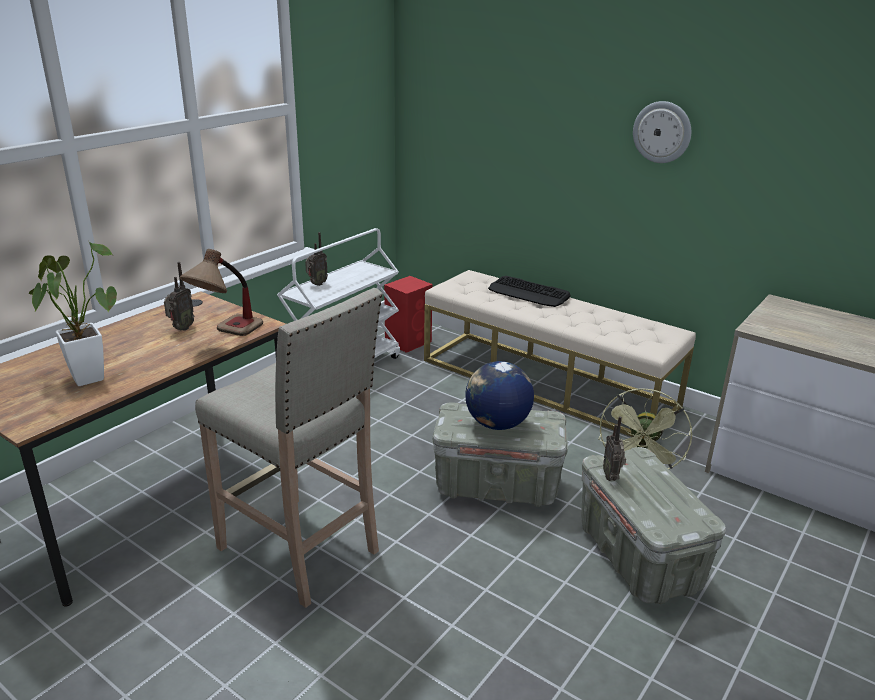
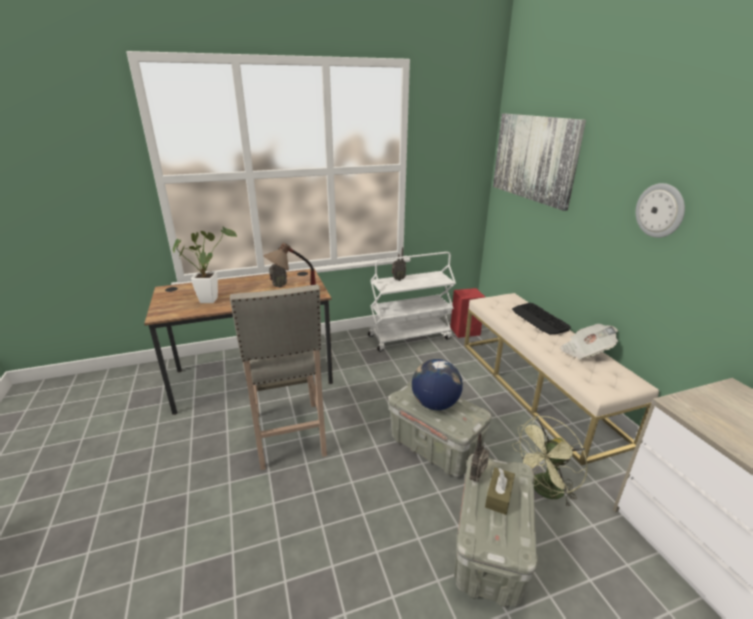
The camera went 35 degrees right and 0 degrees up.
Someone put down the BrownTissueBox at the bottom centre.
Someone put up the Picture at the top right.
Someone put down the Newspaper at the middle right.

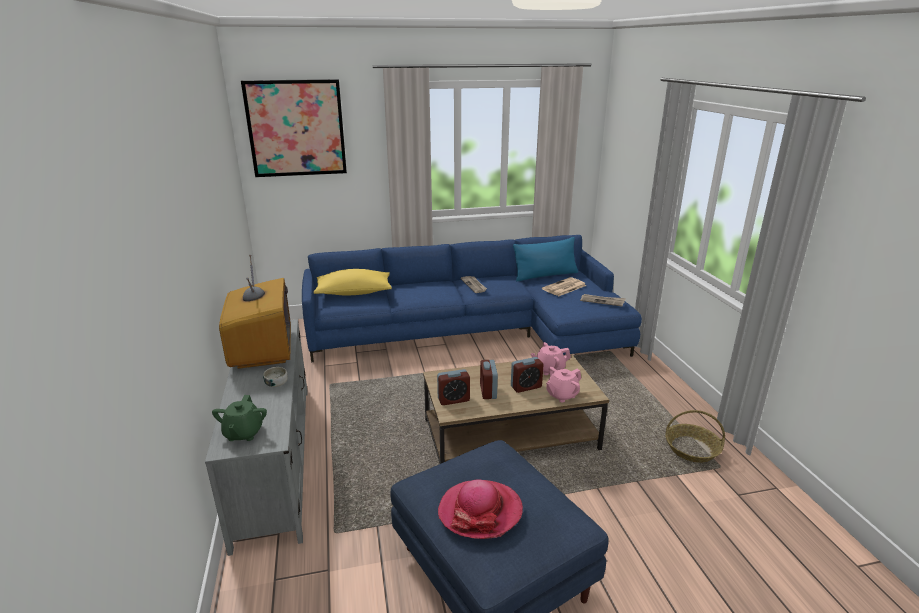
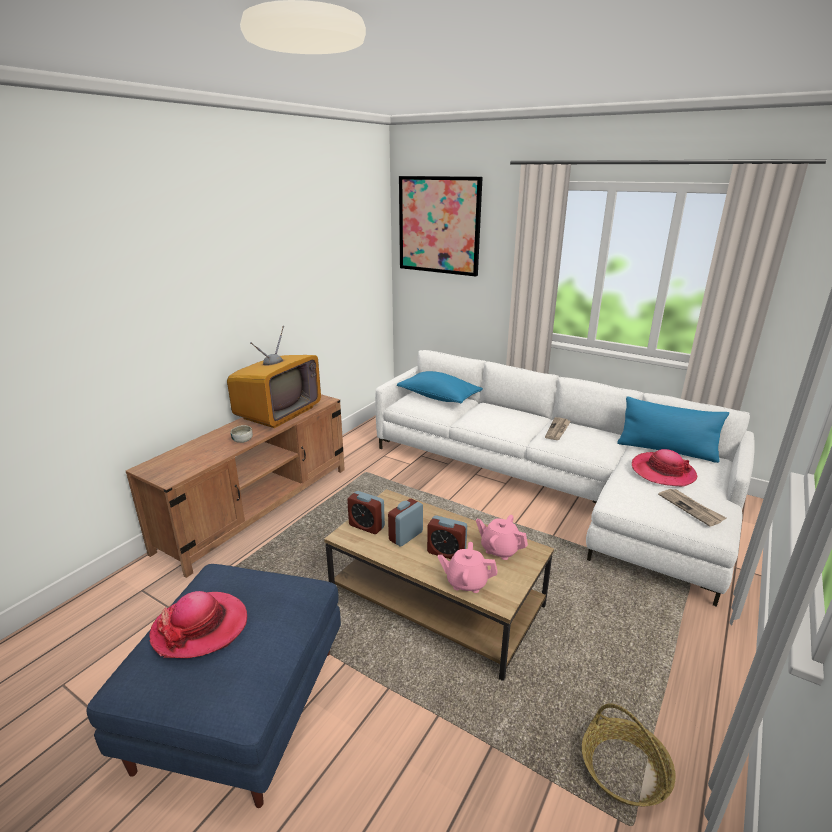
The camera went 45 degrees right and 0 degrees up.
Someone took away the GreenTeapot at the bottom left.
Someone swapped the Newspaper (2nd from left) at the centre for the Hat (2nd from left) at the middle right.
Someone repainted the GreyTvStand at the bottom left, which became the BrownTvStand at the middle left.
Someone repainted the BlueSofa at the centre, which became the WhiteSofa at the middle right.
Someone repainted the YellowPillow at the centre, which became the BluePillow (1st from left) at the centre.

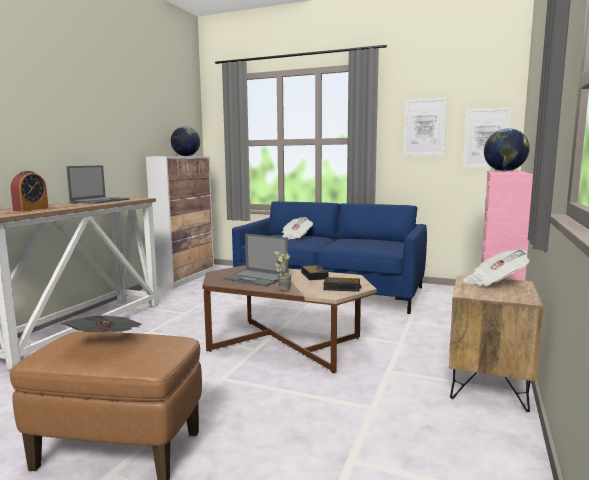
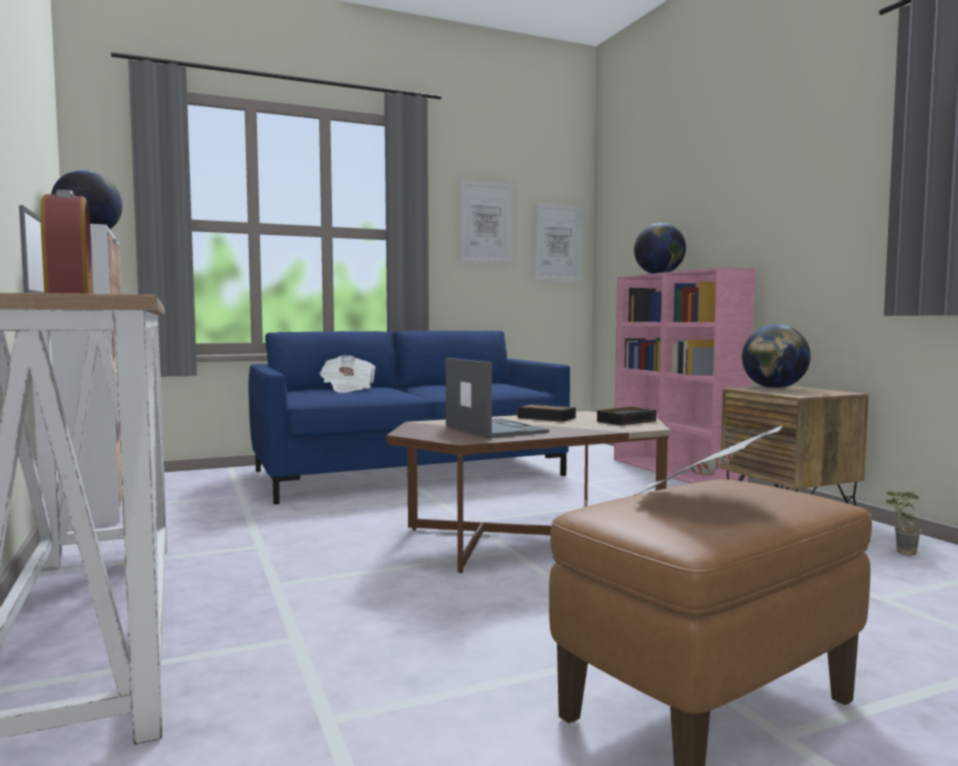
The camera went 45 degrees left and 5 degrees down.
Someone carried the PottedPlant from the centre to the bottom right.
Someone swapped the Newspaper (3rd from left) at the middle right for the Globe (3rd from left) at the middle right.
Someone rotated the Laptop (2nd from left) at the centre by 105 degrees counterclockwise.

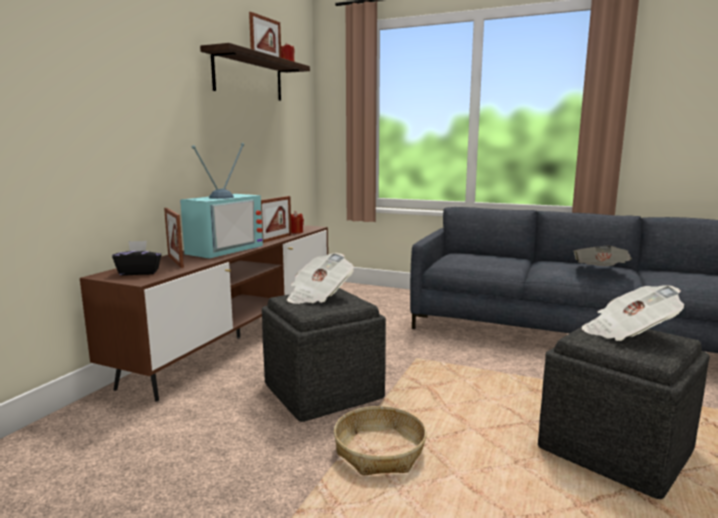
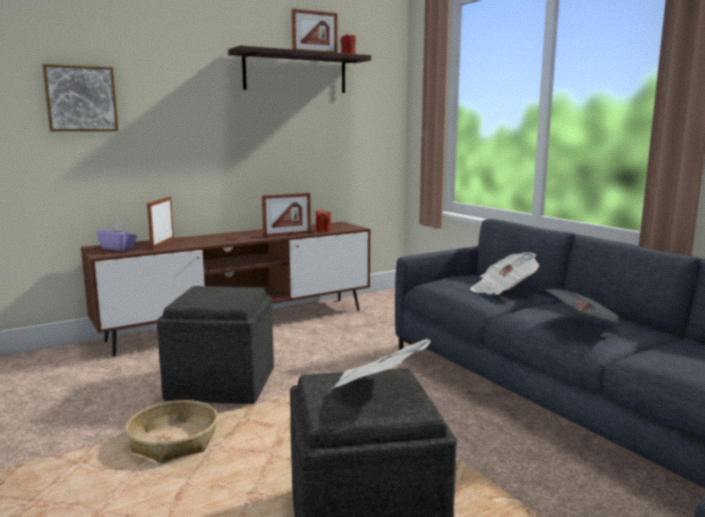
The camera went 35 degrees right and 0 degrees up.
Someone took away the Television at the middle left.
Someone put up the Picture at the top left.
Someone carried the Newspaper (1st from left in the first image) from the centre to the middle right.
Someone repainted the BlackTissueBox at the middle left, which became the PurpleTissueBox at the middle left.

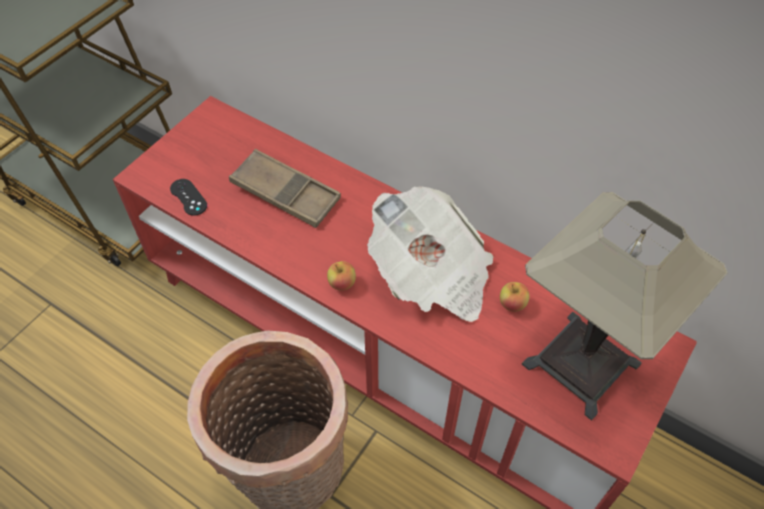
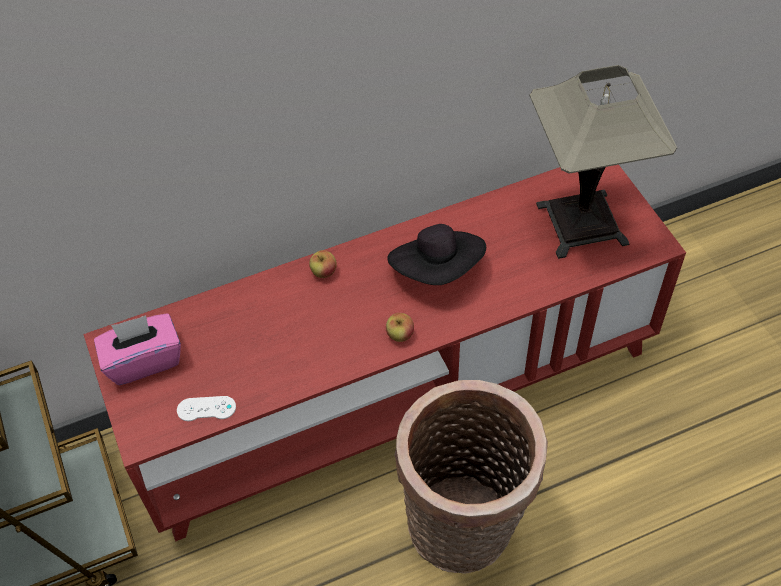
The camera went 55 degrees left and 0 degrees up.
Someone took away the BrownTray at the centre.
Someone put down the PinkTissueBox at the middle left.
Someone carried the Apple (2nd from left in the first image) from the middle right to the centre.
Someone swapped the Newspaper at the centre for the BlackHat at the centre.
Someone repainted the BlackGameController at the middle left, which became the WhiteGameController at the bottom left.

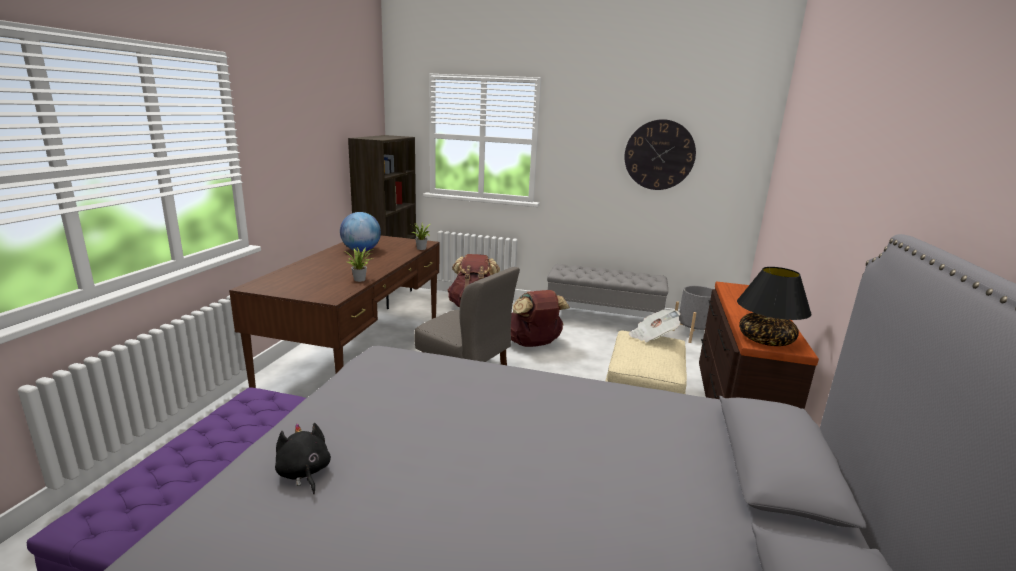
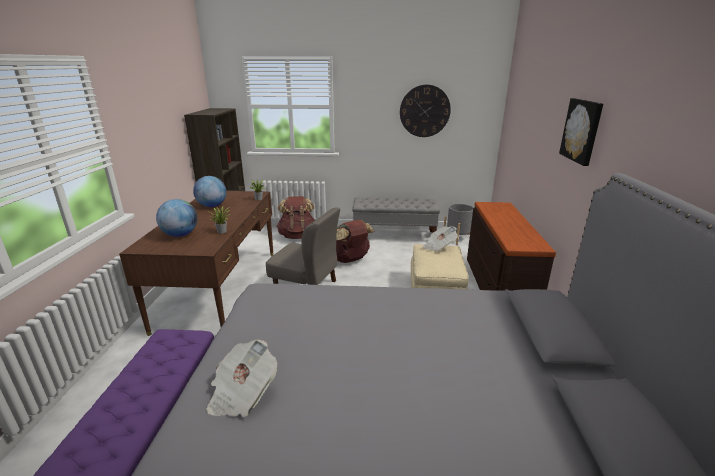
The camera went 10 degrees left and 5 degrees up.
Someone took away the BlackTableLamp at the middle right.
Someone put down the Globe (1st from left) at the middle left.
Someone put up the Picture at the top right.
Someone swapped the BlackPlushToy at the bottom left for the Newspaper (1st from left) at the bottom centre.

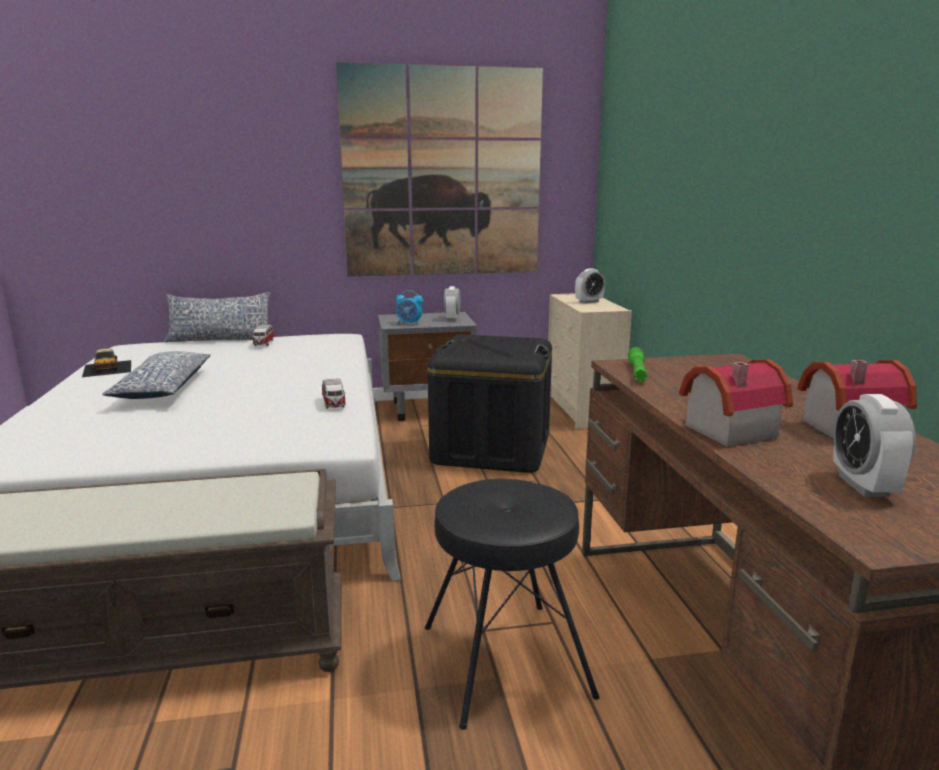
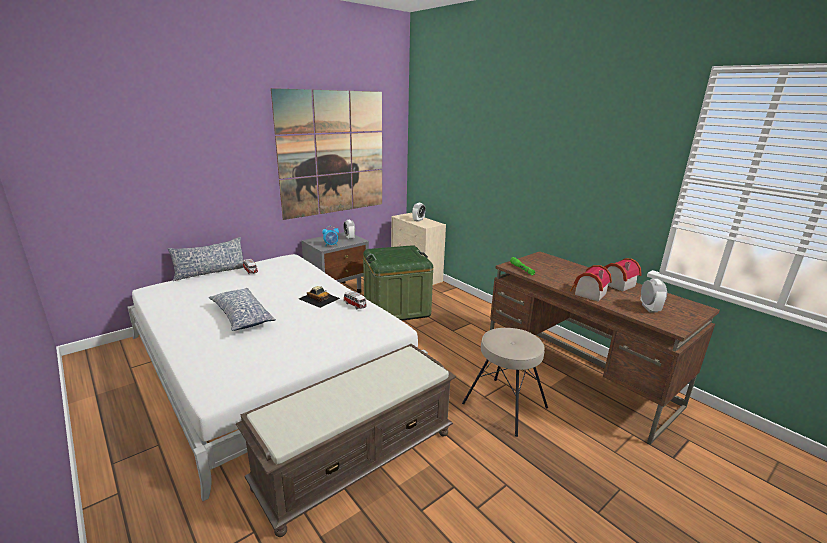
The camera went 30 degrees left and 5 degrees up.
Someone carried the ToyCar (1st from left in the first image) from the middle left to the centre.
Someone repainted the BlackStool at the bottom centre, which became the BeigeStool at the bottom centre.
Someone repainted the BlackStorageBox at the centre, which became the GreenStorageBox at the centre.
Someone rotated the AlarmClock (4th from left) at the middle right by 150 degrees counterclockwise.

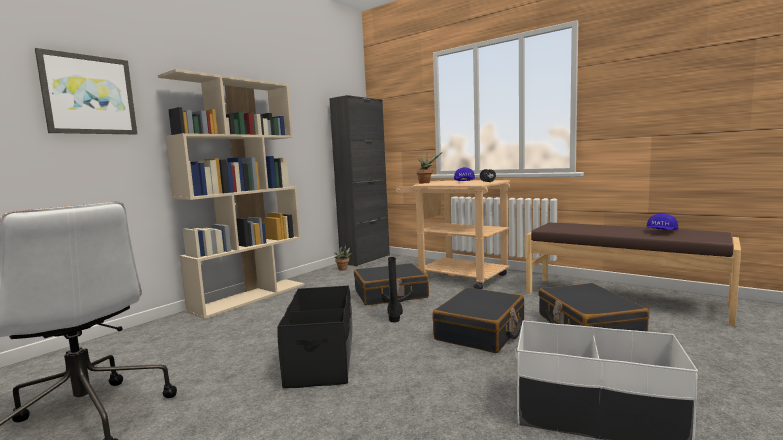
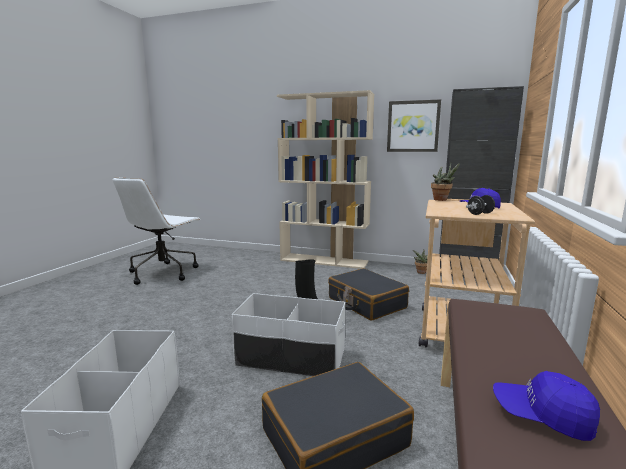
The camera went 70 degrees right and 5 degrees up.
Someone took away the BlackStorageBox at the bottom centre.
Someone carried the Picture from the top left to the top centre.
Someone swapped the BlackSuitcase (2nd from left) at the bottom centre for the WhiteStorageBox (2nd from left) at the bottom centre.

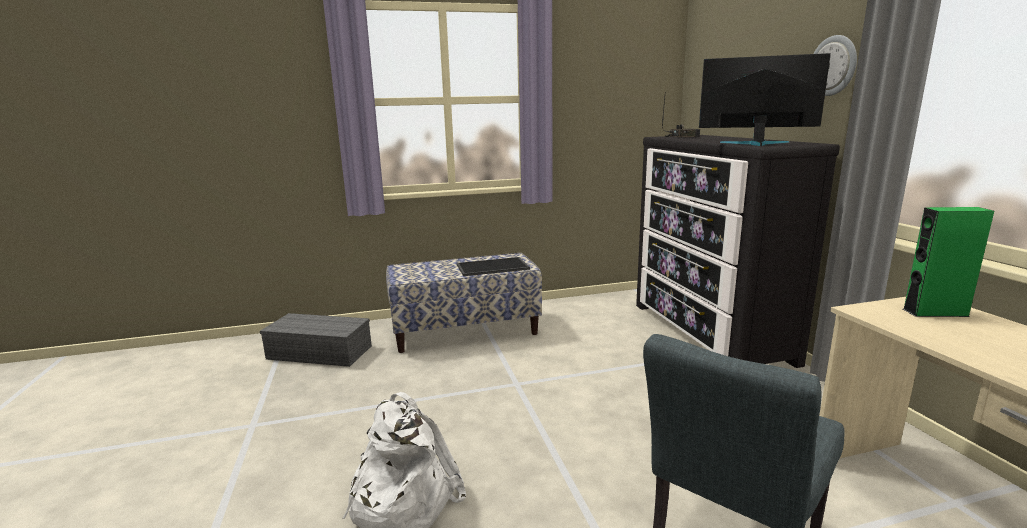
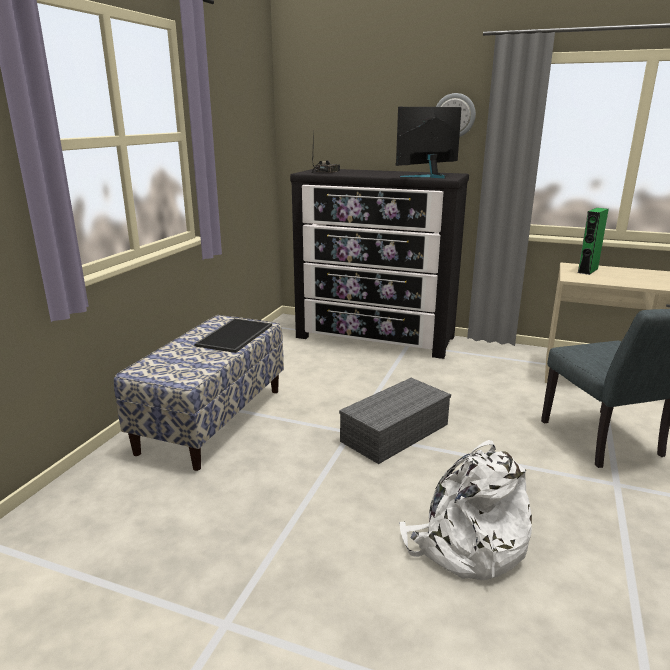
The camera went 55 degrees left and 5 degrees up.
Someone carried the GreyStorageBox from the middle left to the centre.

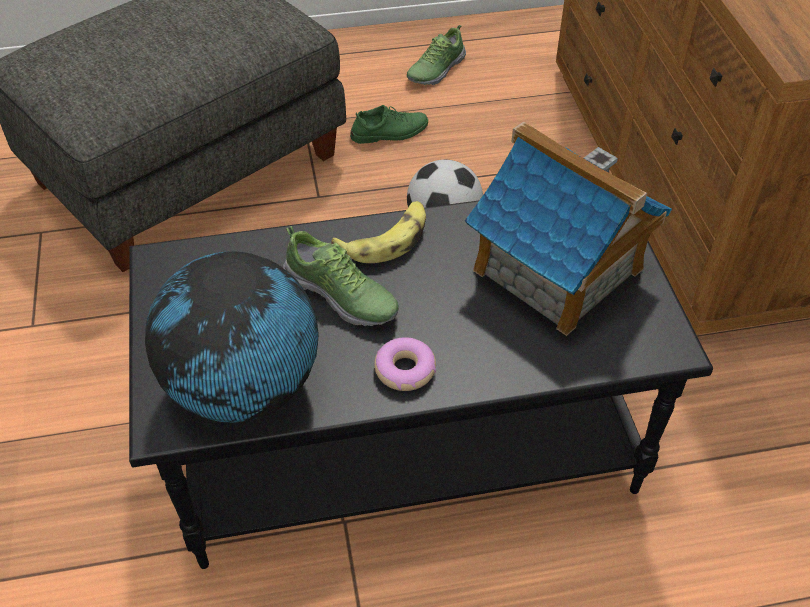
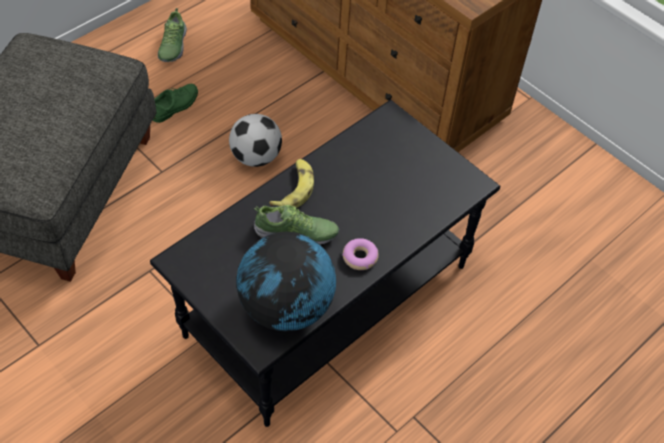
The camera went 35 degrees left and 5 degrees up.
Someone took away the ToyHouse at the middle right.

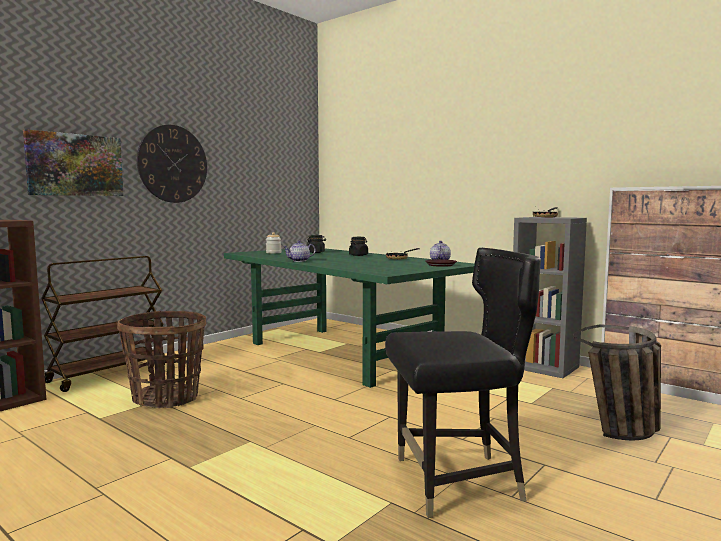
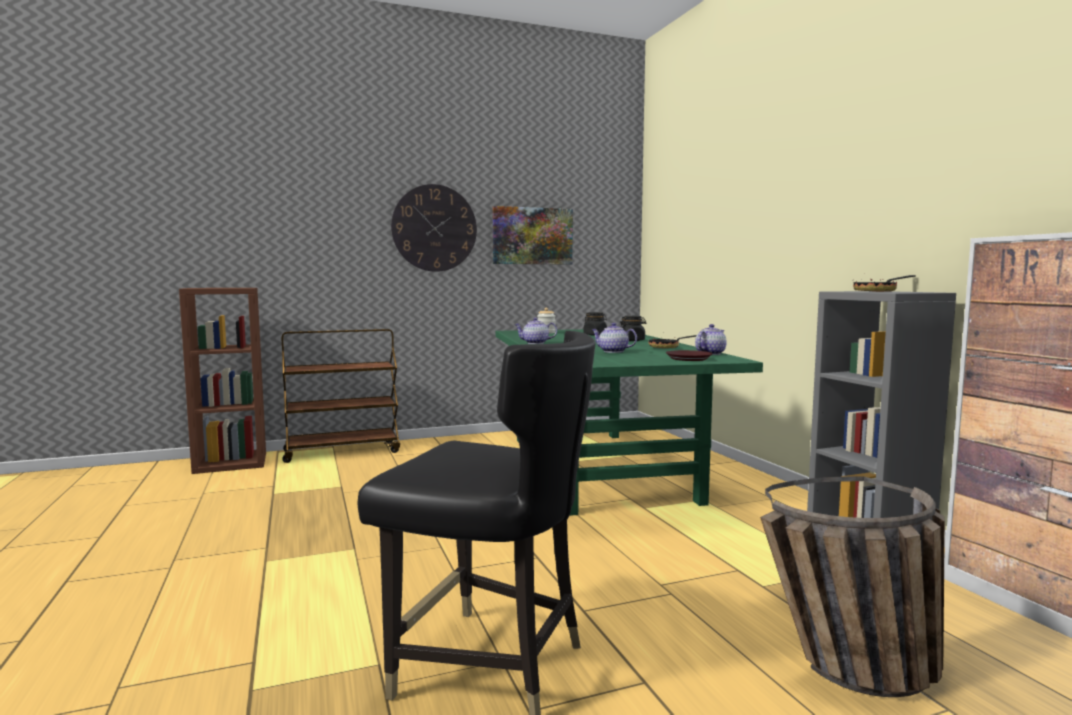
The camera went 30 degrees right and 0 degrees up.
Someone took away the Basket (1st from left) at the middle left.
Someone put down the Teapot (2nd from left) at the centre.
Someone carried the Picture from the top left to the top centre.

